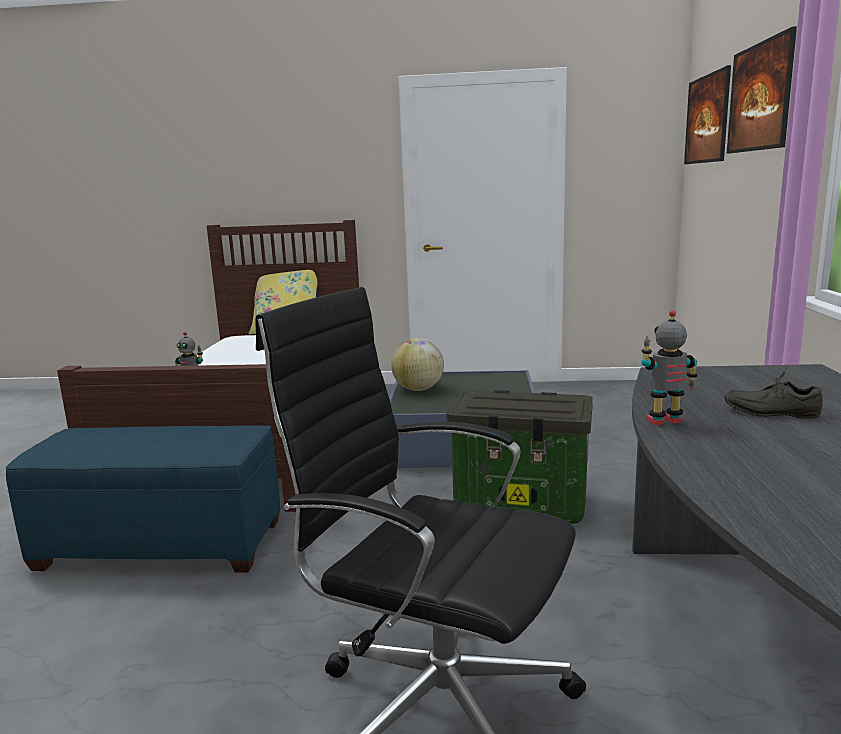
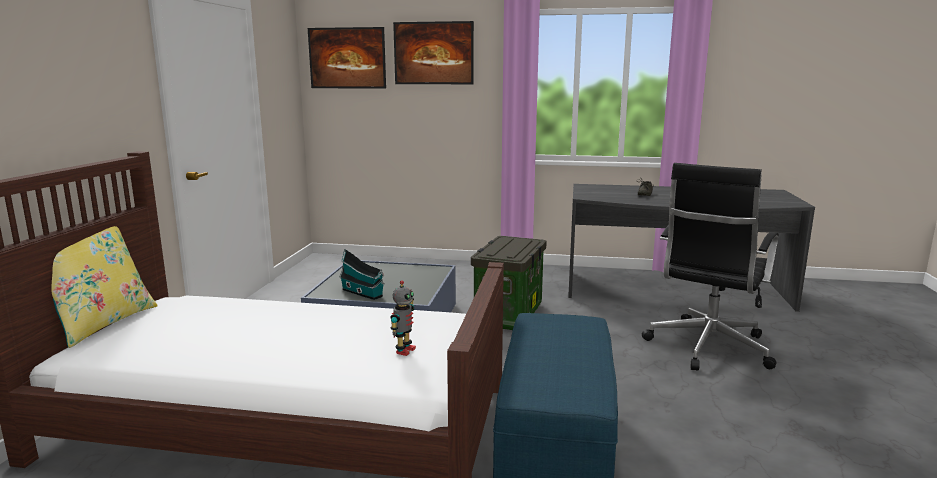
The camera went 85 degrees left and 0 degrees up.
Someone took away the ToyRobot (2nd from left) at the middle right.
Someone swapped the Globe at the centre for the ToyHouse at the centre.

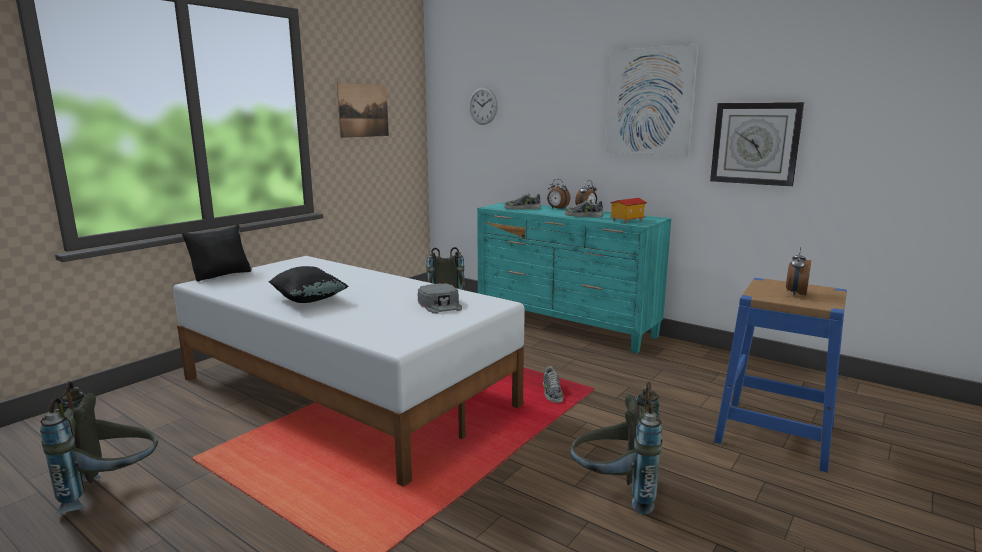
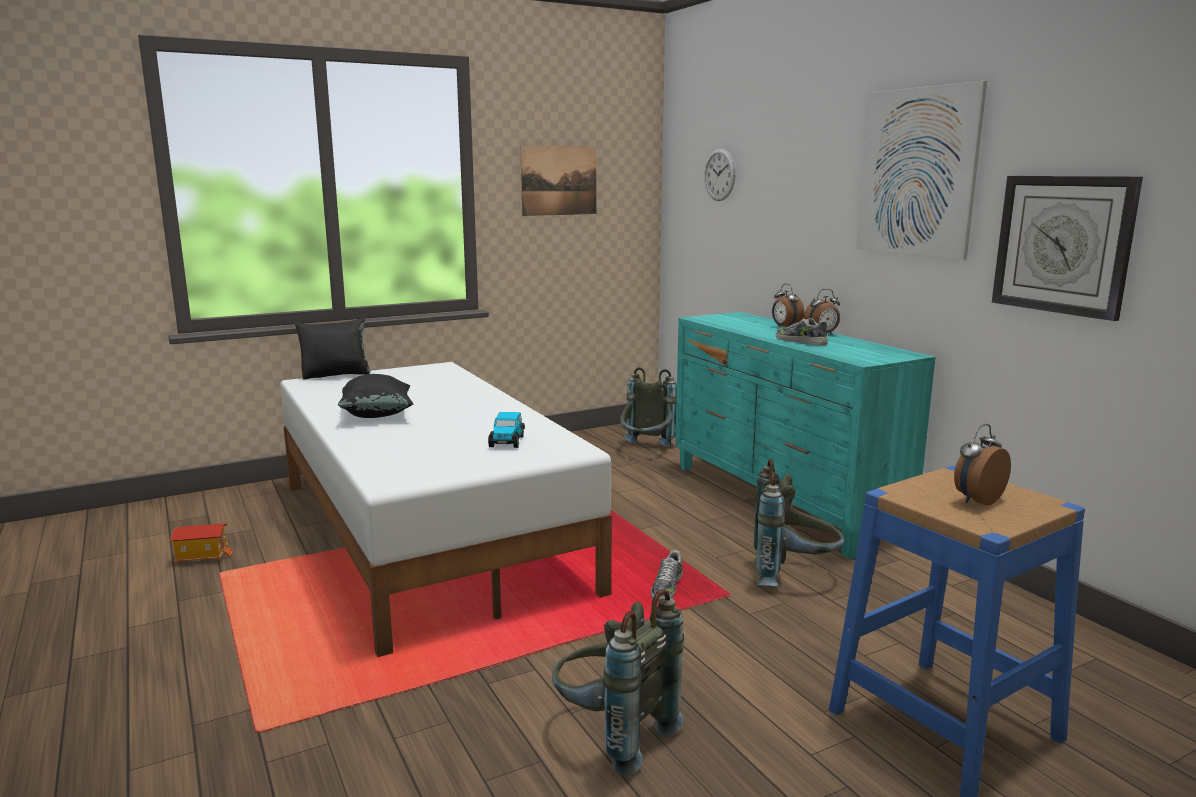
The camera went 25 degrees right and 0 degrees up.
Someone took away the Shoe (1st from left) at the centre.
Someone carried the GreyBackpack (1st from left in the first image) from the bottom left to the middle right.
Someone carried the ToyHouse from the centre to the bottom left.
Someone swapped the GreyCap at the centre for the ToyCar at the centre.

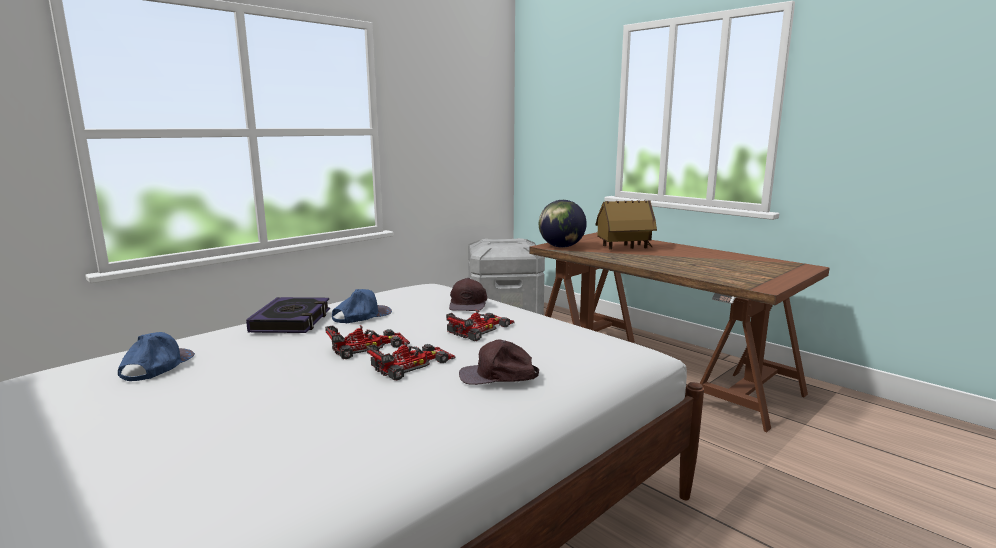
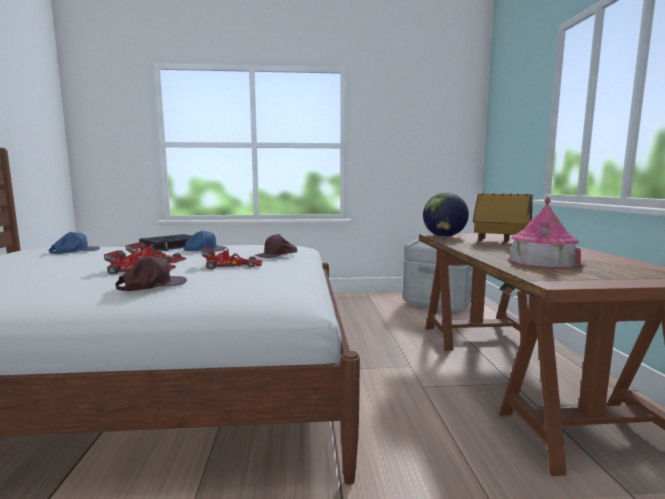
The camera went 40 degrees right and 5 degrees down.
Someone put down the ToyHouse (2nd from left) at the middle right.
Someone rotated the BrownCap (2nd from left in the first image) at the centre by 105 degrees clockwise.

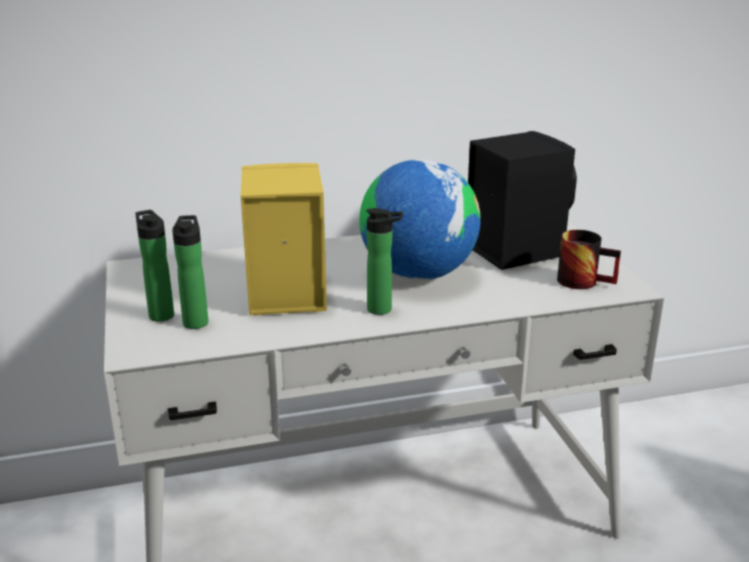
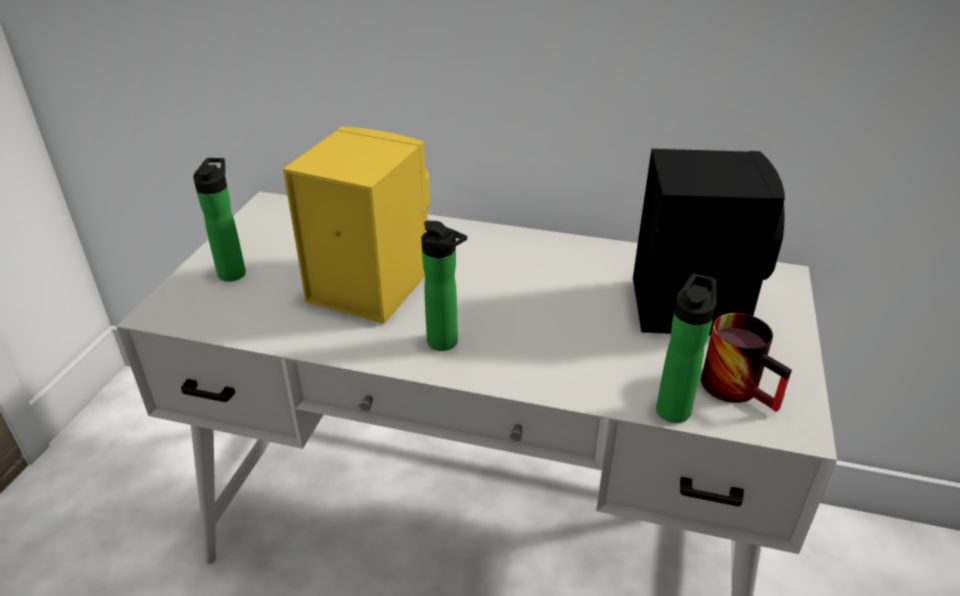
The camera went 30 degrees right and 10 degrees up.
Someone took away the Globe at the centre.
Someone carried the Bottle (2nd from left in the first image) from the middle left to the middle right.

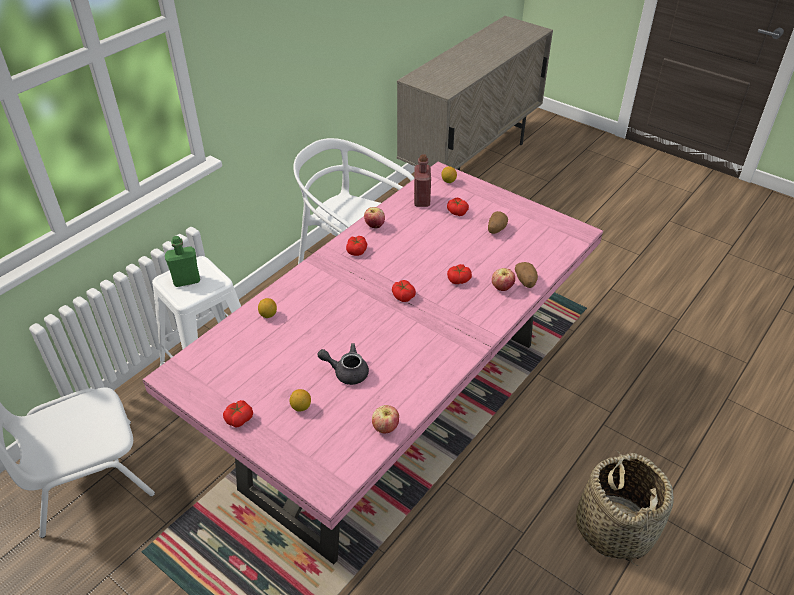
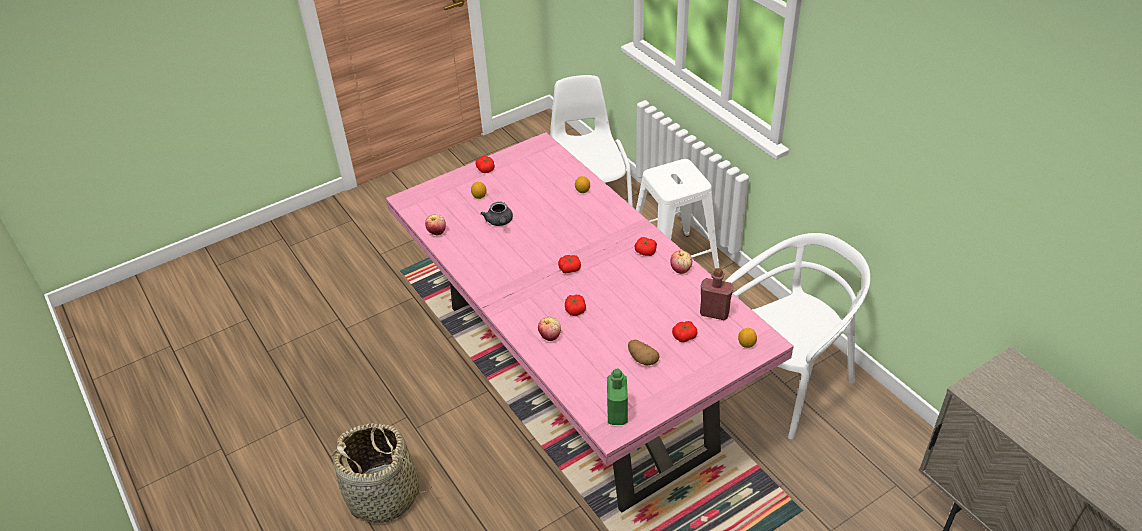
The camera went 110 degrees right and 0 degrees up.
Someone took away the Potato (2nd from left) at the centre.
Someone carried the GreenBottle from the middle left to the bottom centre.
Someone rotated the GreyTeapot at the centre by 135 degrees clockwise.

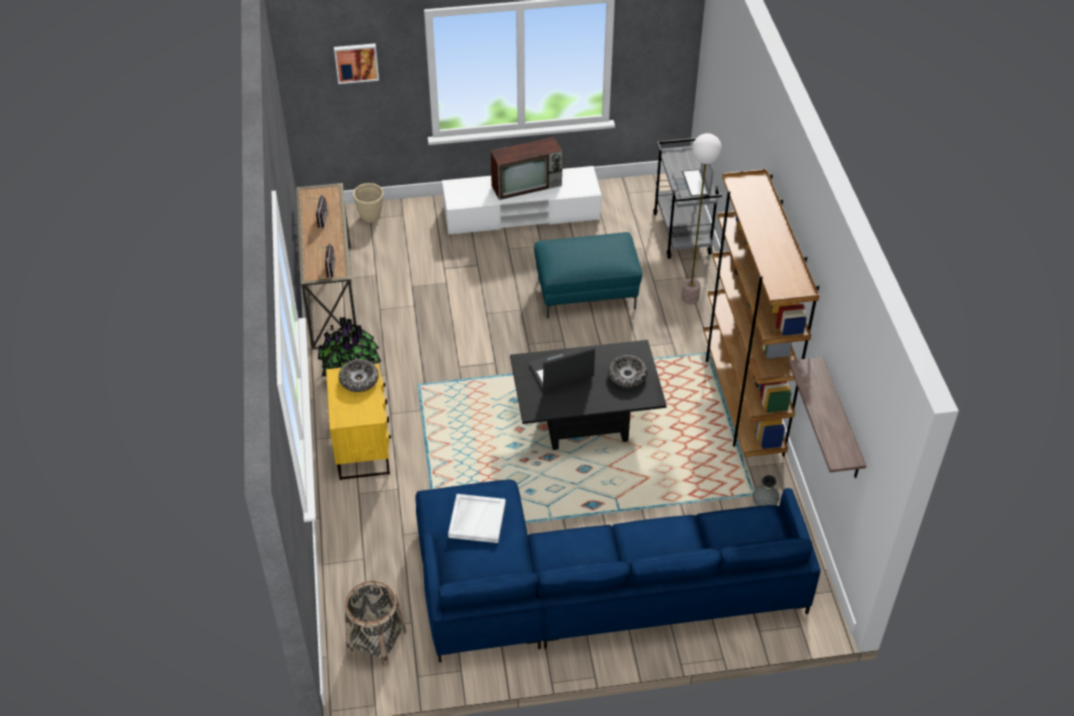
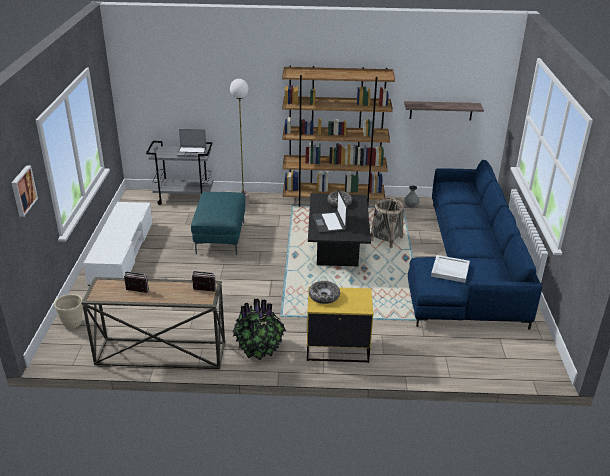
The camera went 80 degrees left and 15 degrees down.
Someone took away the Television at the top centre.
Someone carried the Basket from the bottom centre to the centre.

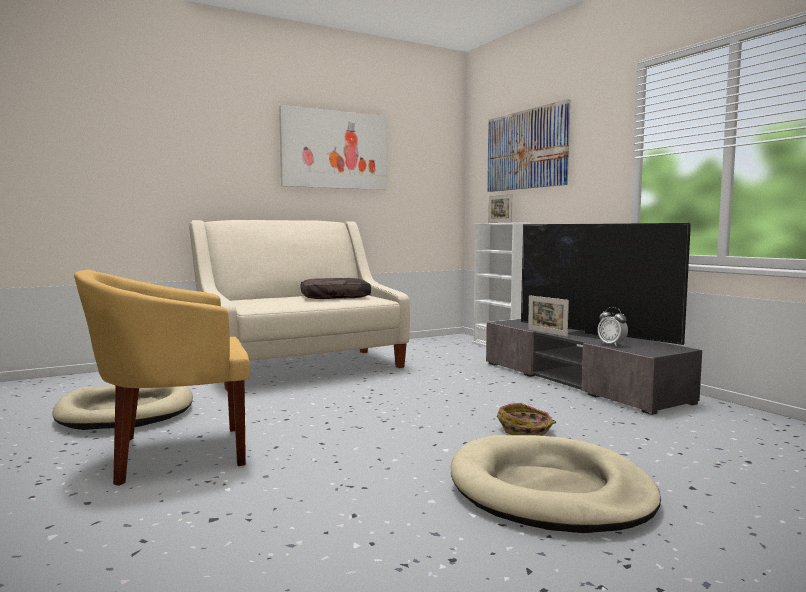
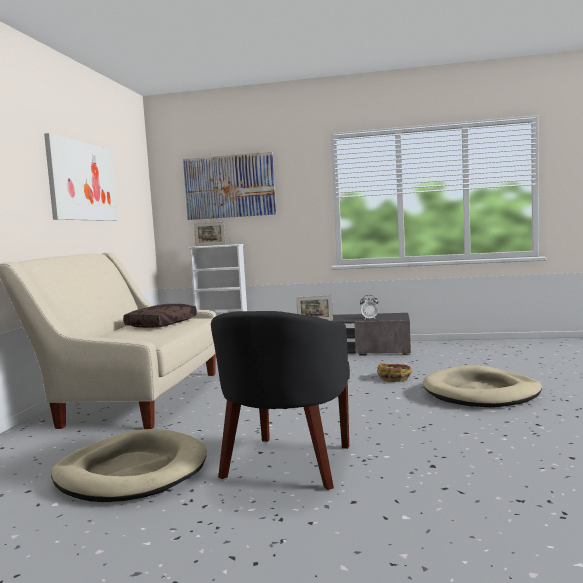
The camera went 50 degrees left and 0 degrees up.
Someone took away the Television at the middle right.
Someone repainted the YellowArmchair at the middle left, which became the BlackArmchair at the bottom centre.

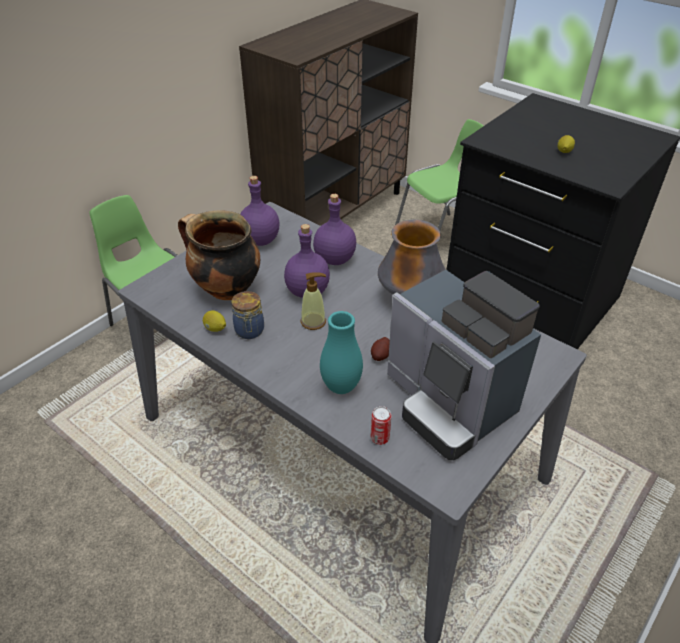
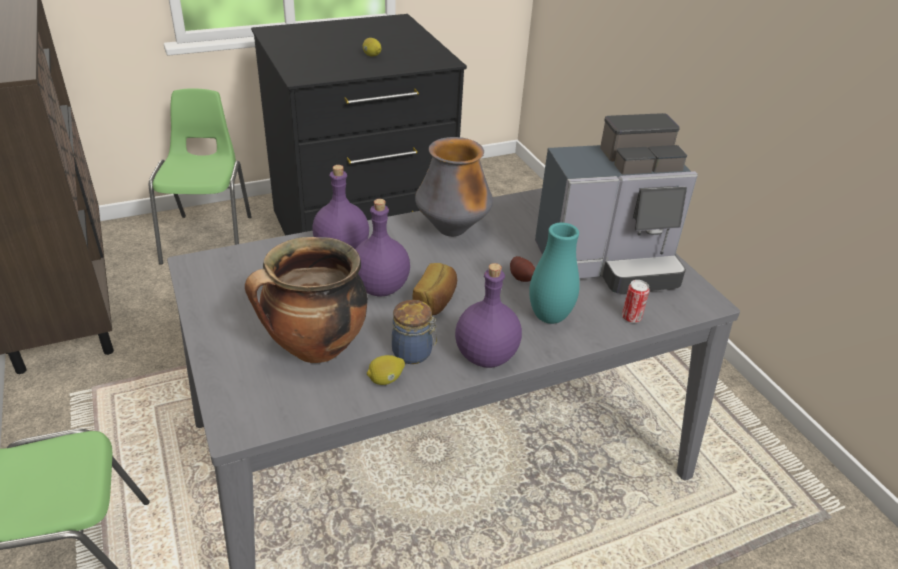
The camera went 65 degrees left and 5 degrees down.
Someone carried the PurpleBottle (1st from left in the first image) from the top centre to the centre.
Someone swapped the SoapDispenser at the centre for the Bread at the centre.

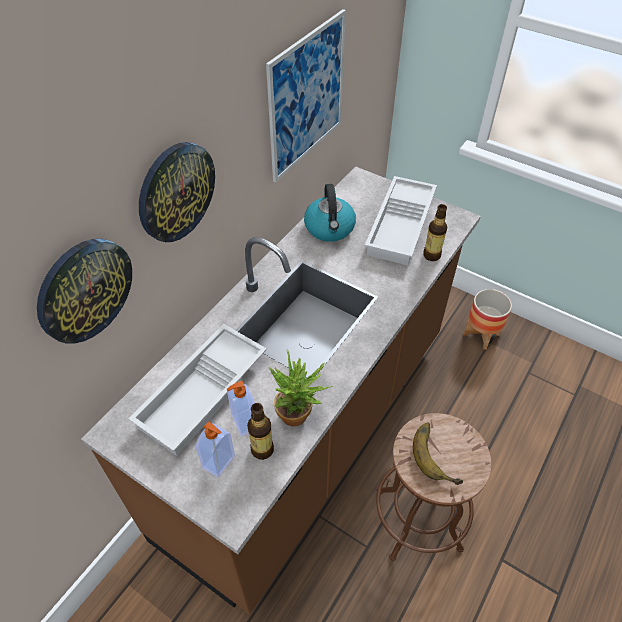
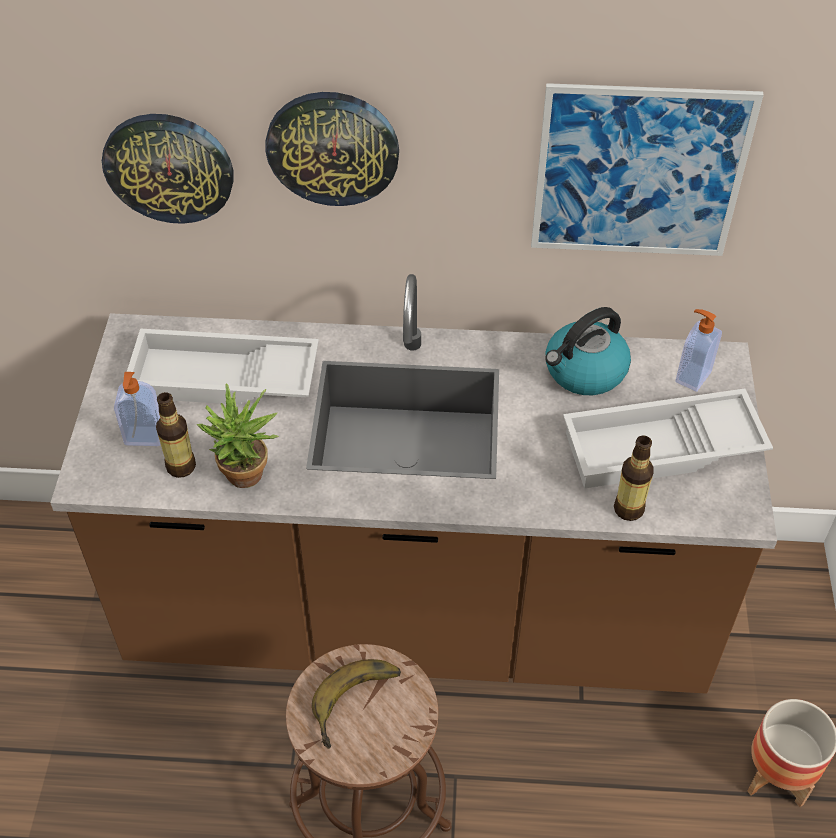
The camera went 60 degrees right and 0 degrees up.
Someone carried the SoapDispenser (2nd from left) from the centre to the middle right.

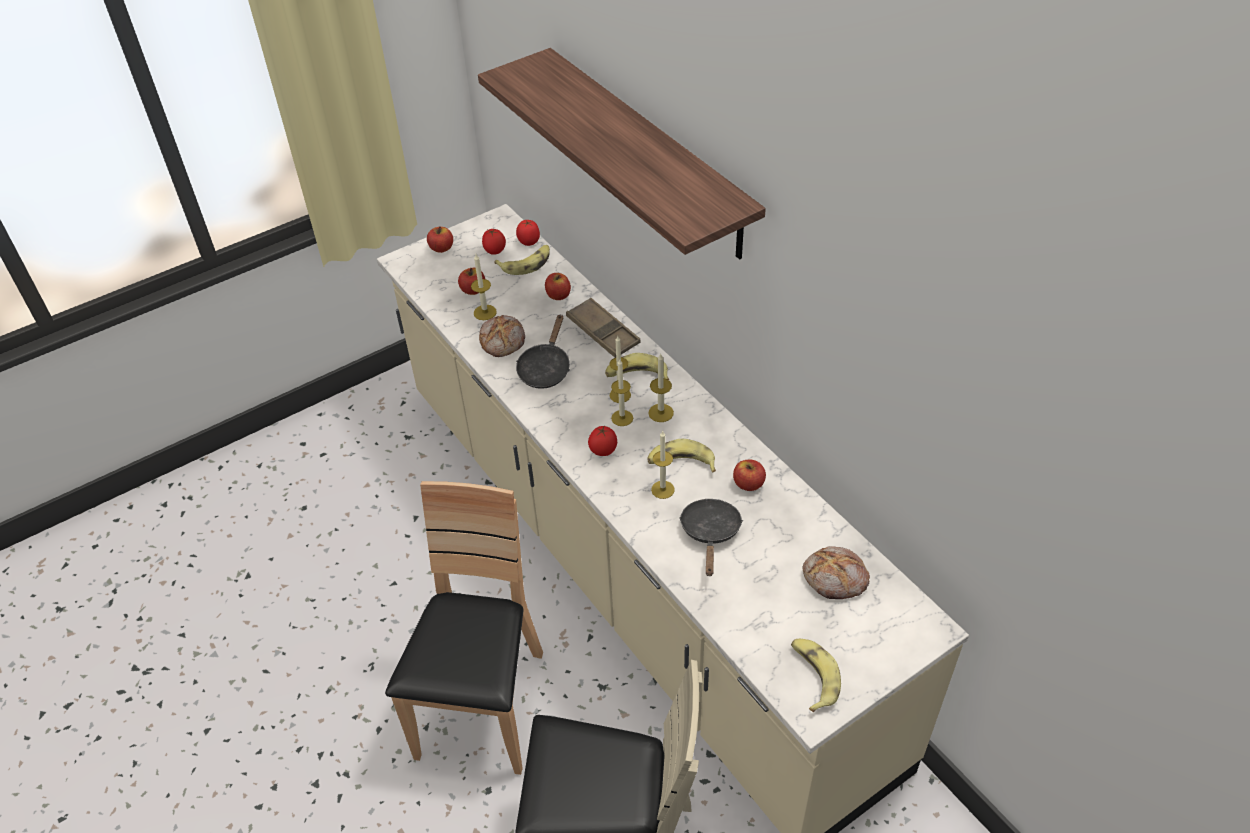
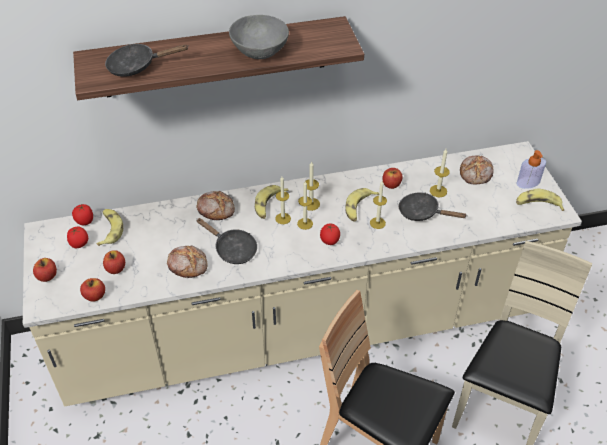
The camera went 70 degrees left and 0 degrees up.
Someone put down the BlackFryingPan (1st from left) at the top left.
Someone put down the GreyBowl at the top centre.
Someone put down the SoapDispenser at the middle right.
Someone carried the Candle (1st from left in the first image) from the centre to the middle right.
Someone carried the Apple (3rd from left in the first image) from the centre to the middle left.
Someone swapped the BrownTray at the centre for the Bread (2nd from left) at the centre.

